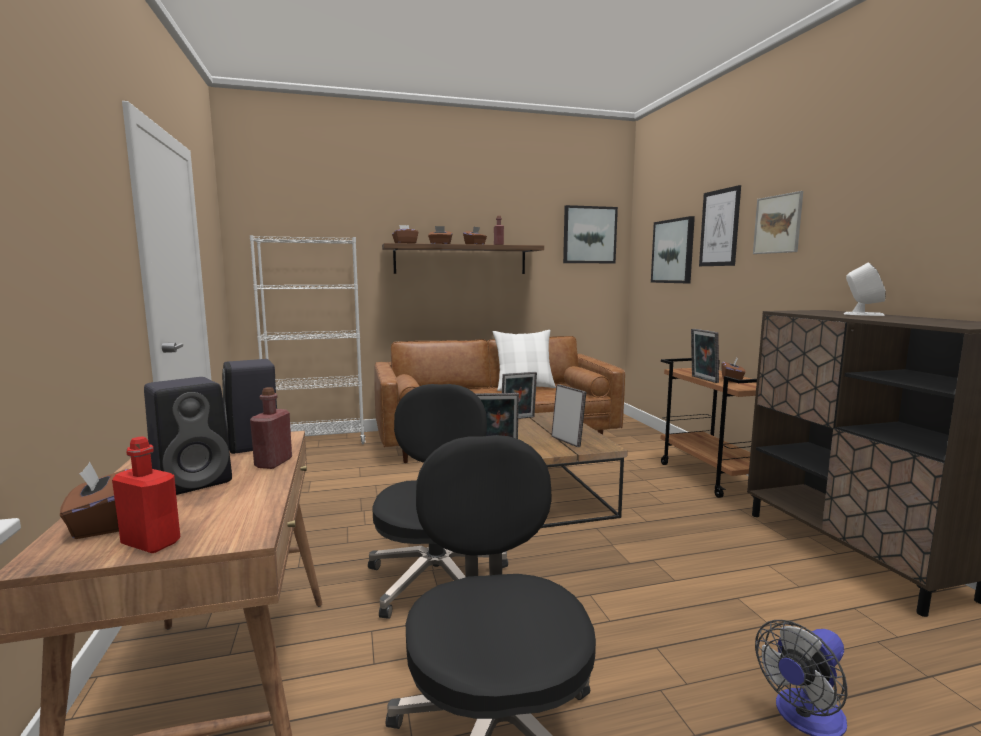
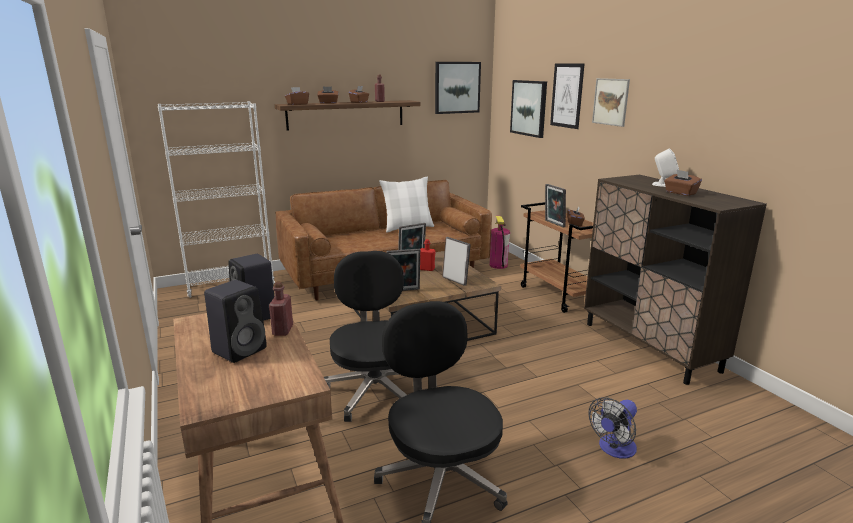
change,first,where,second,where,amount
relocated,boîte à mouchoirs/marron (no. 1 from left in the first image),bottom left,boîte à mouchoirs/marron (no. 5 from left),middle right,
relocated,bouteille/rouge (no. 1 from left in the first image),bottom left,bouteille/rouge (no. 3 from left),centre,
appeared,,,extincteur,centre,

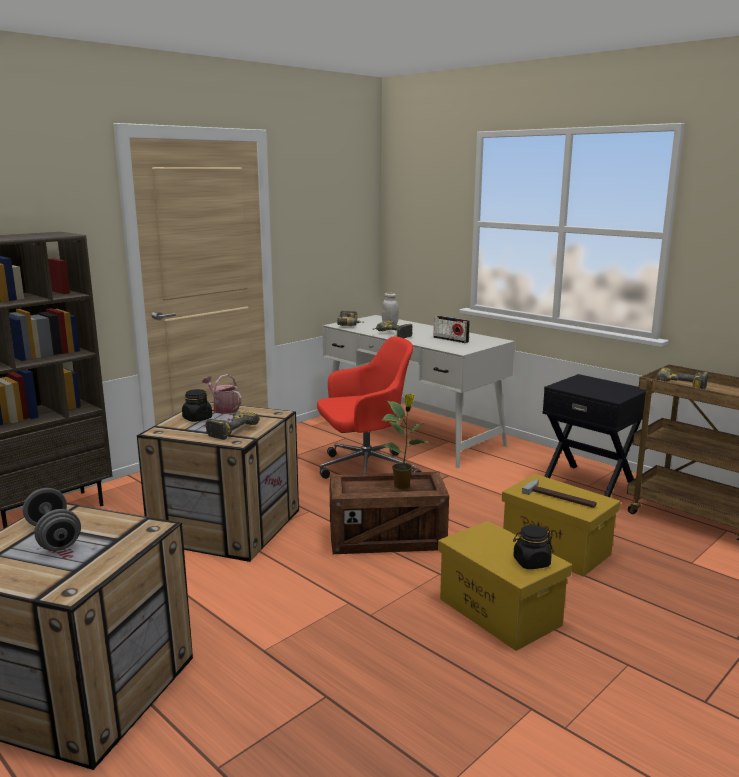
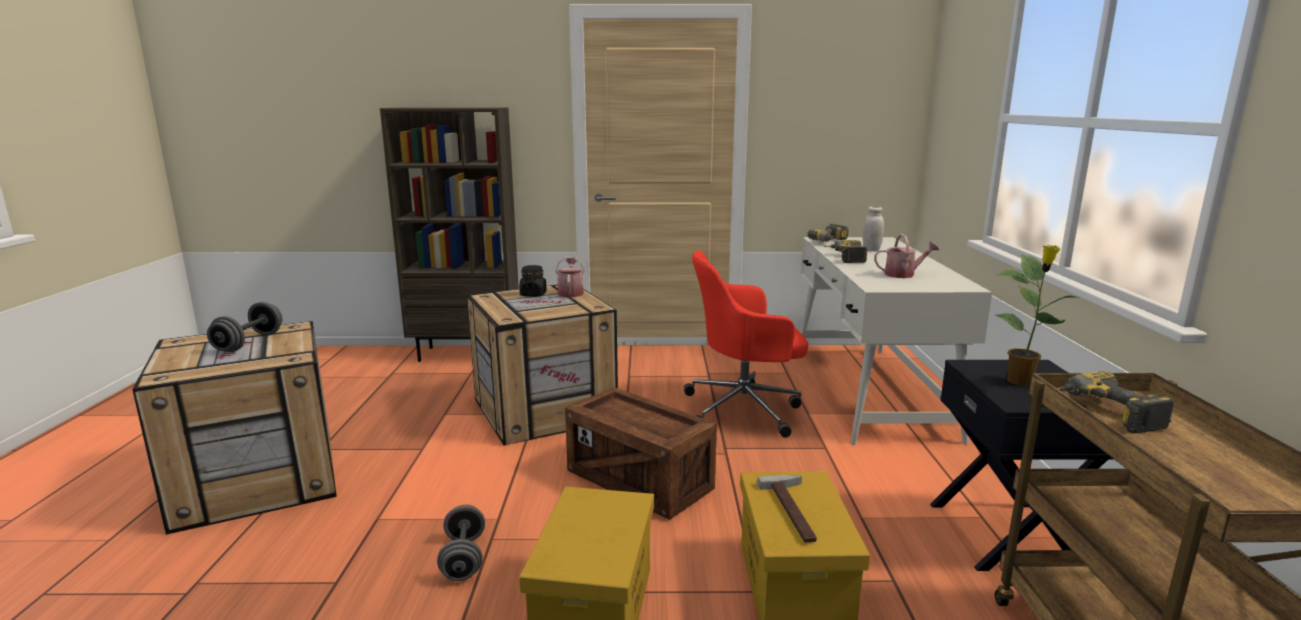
change,first,where,second,where,amount
missing,perceuse (no. 1 from left),middle left,,,
spun,chaise de bureau/rouge,centre,,centre,150 degrees clockwise
relocated,plante en pot,centre,,middle right,
exchanged,radio,centre,arrosoir (no. 2 from left),middle right,
missing,bocal/noir (no. 2 from left),bottom right,,,
appeared,,,haltère/gris (no. 2 from left),bottom centre,

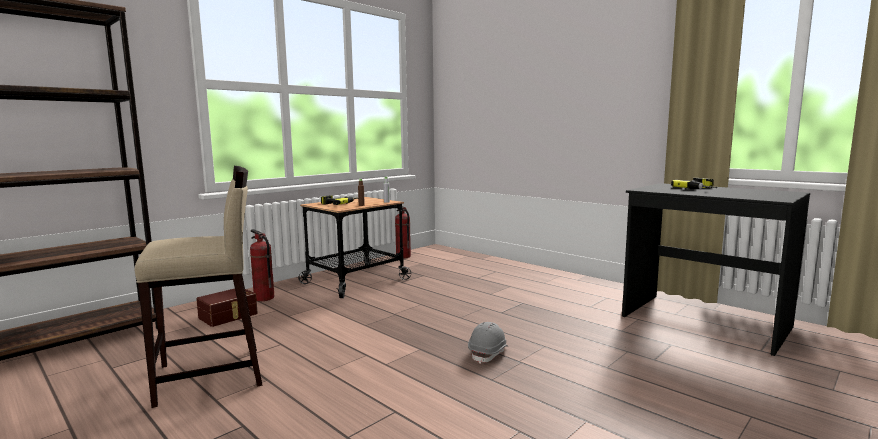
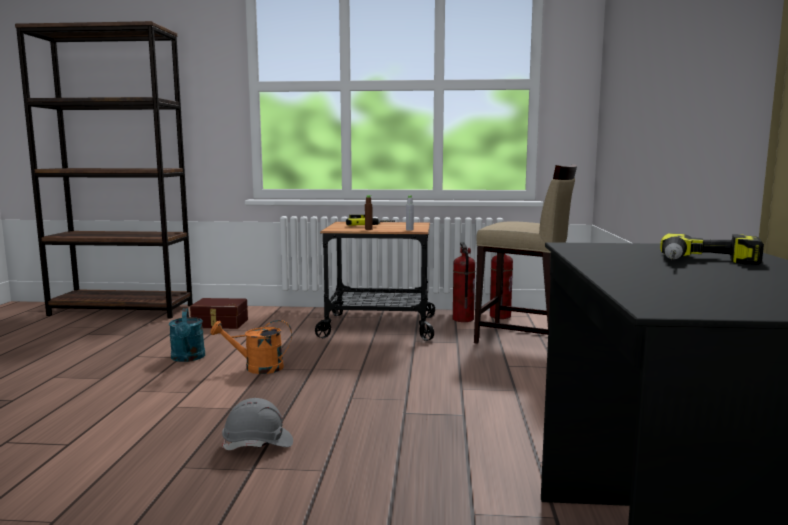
change,first,where,second,where,amount
relocated,tabouret/beige,middle left,,centre,
relocated,extincteur (no. 1 from left),middle left,,centre,
appeared,,,arrosoir/turquoise,middle left,
appeared,,,arrosoir/orange,middle left,

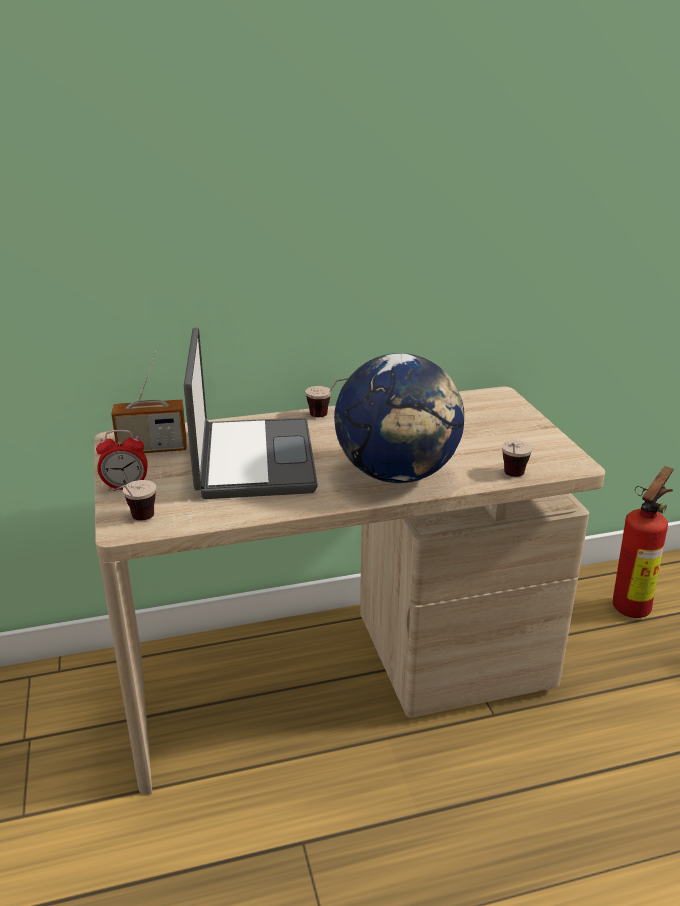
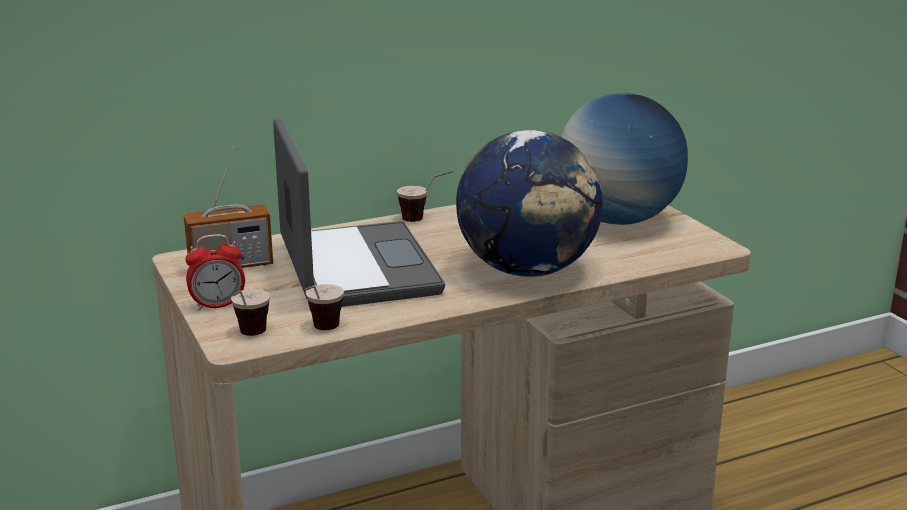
change,first,where,second,where,amount
relocated,tasse (no. 3 from left in the first image),middle right,tasse (no. 2 from left),centre,
missing,extincteur,middle right,,,
appeared,,,globe (no. 2 from left),top right,

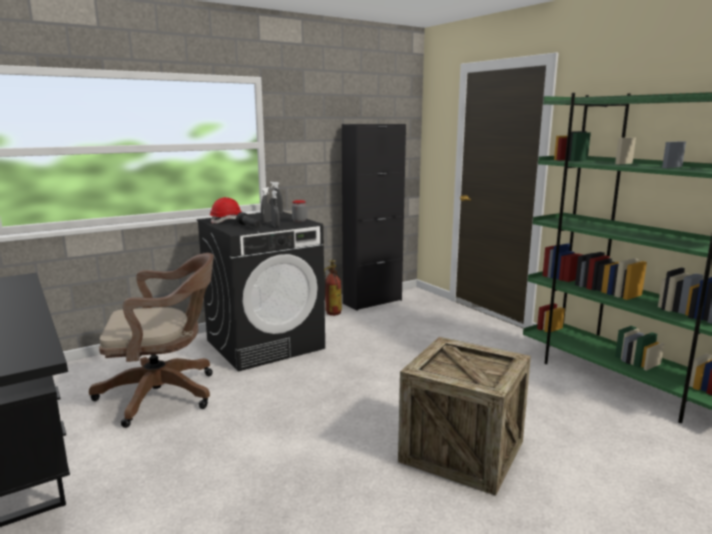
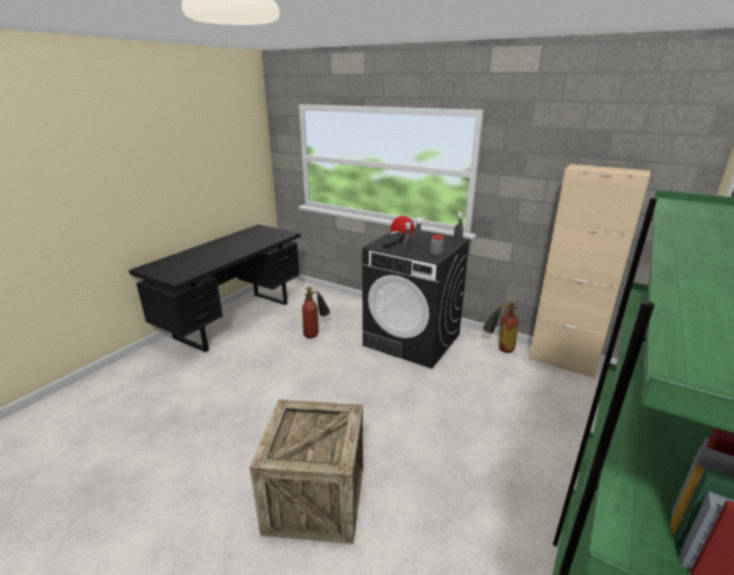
change,first,where,second,where,amount
exchanged,chaise de bureau/marron,middle left,extincteur (no. 1 from left),centre,
colour,meuble de rangement/noir,centre,meuble de rangement/beige,middle right,

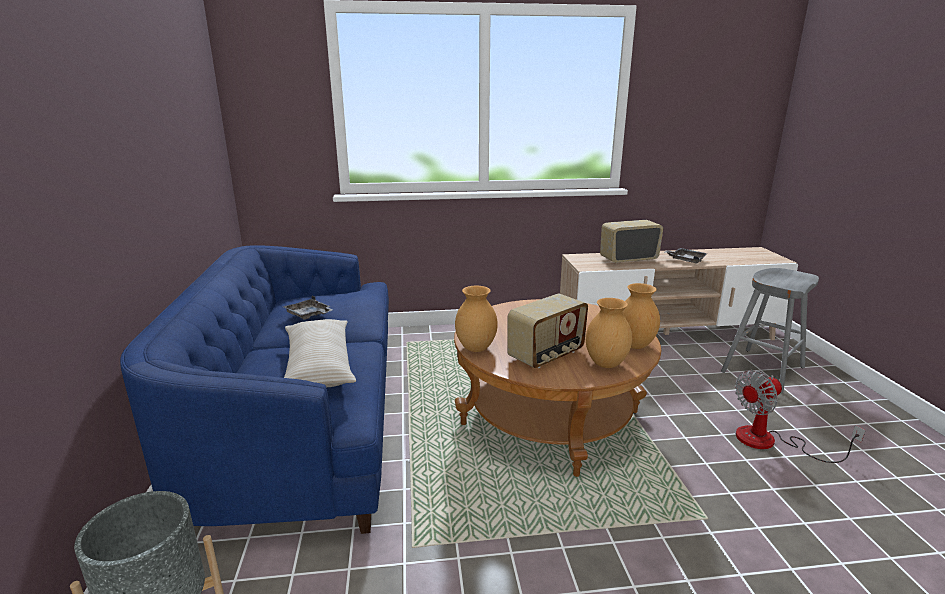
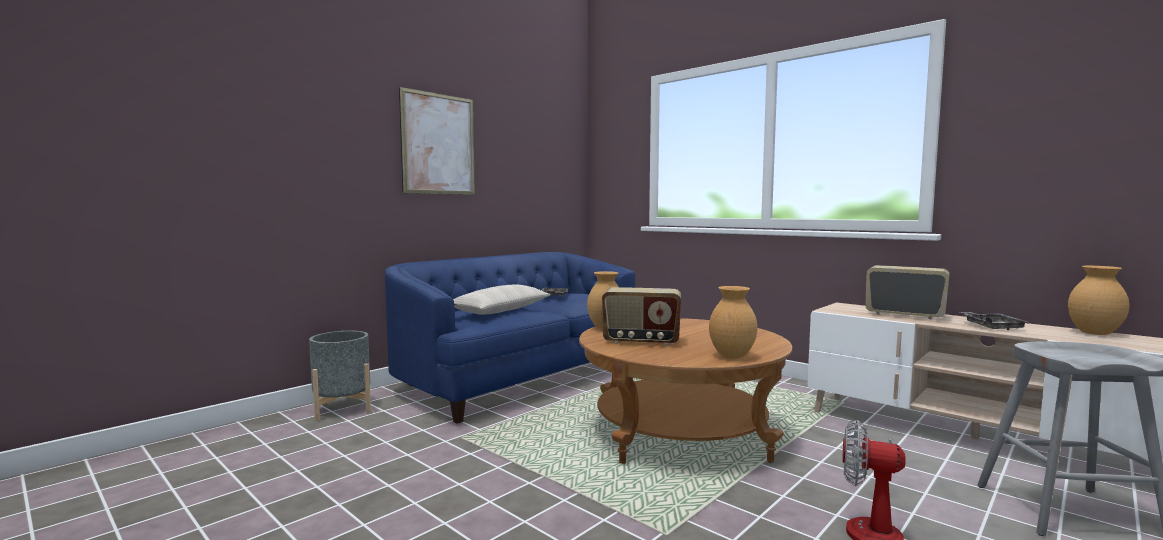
change,first,where,second,where,amount
relocated,vase/marron (no. 2 from left in the first image),centre,vase/marron (no. 3 from left),middle right,
appeared,,,tableau,top centre,

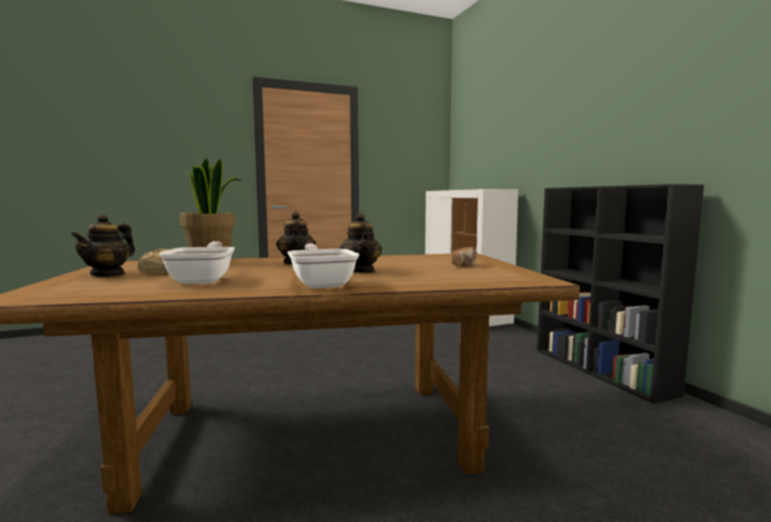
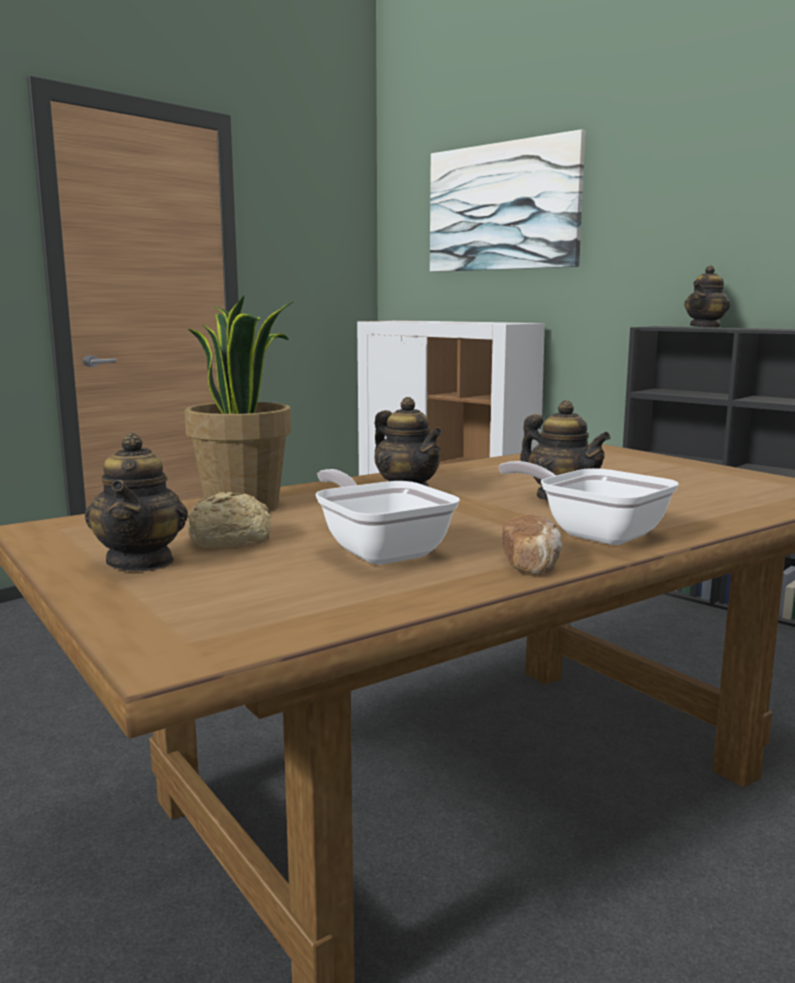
change,first,where,second,where,amount
relocated,pain (no. 2 from left),centre,,middle right,
appeared,,,tableau,top centre,
appeared,,,théière (no. 4 from left),top right,

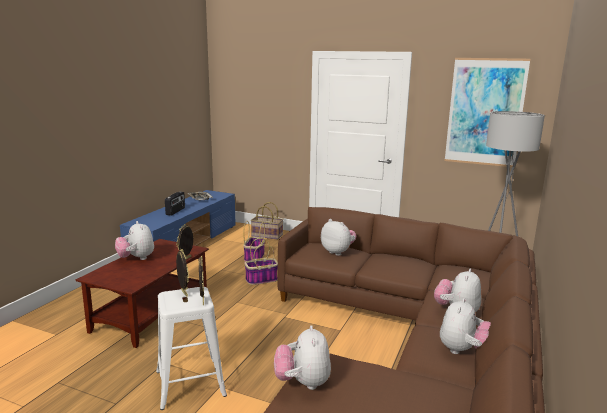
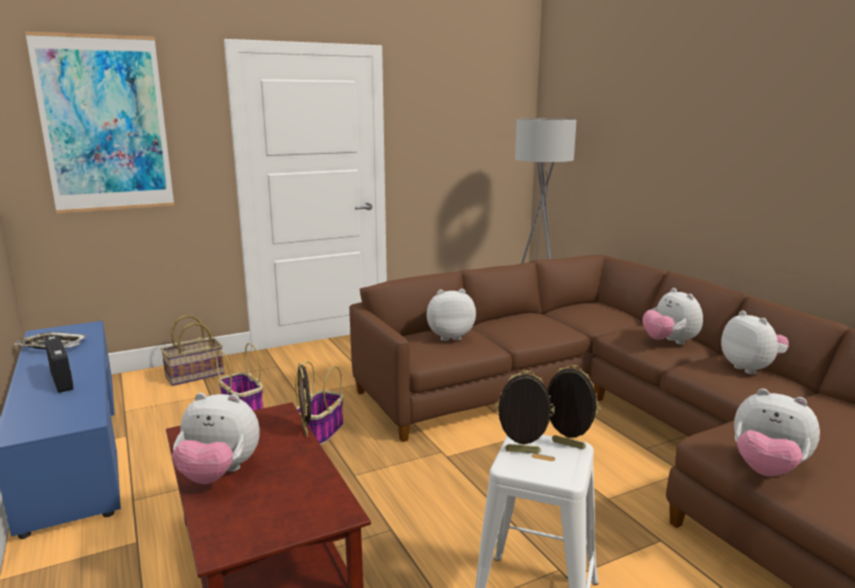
change,first,where,second,where,amount
relocated,tableau,top right,,top left,

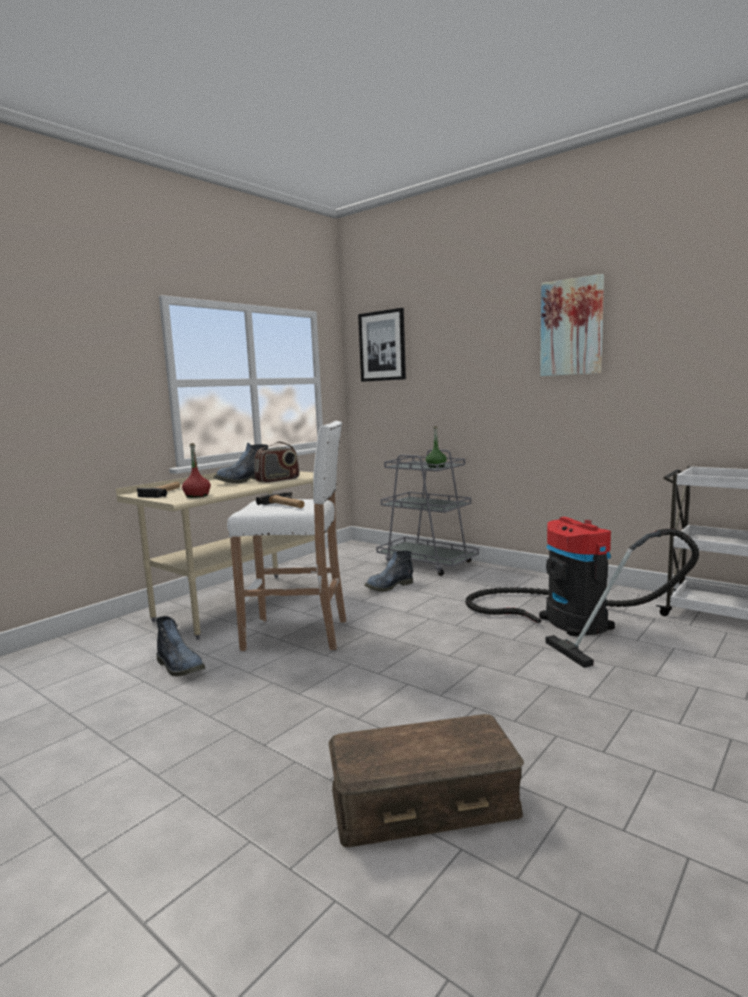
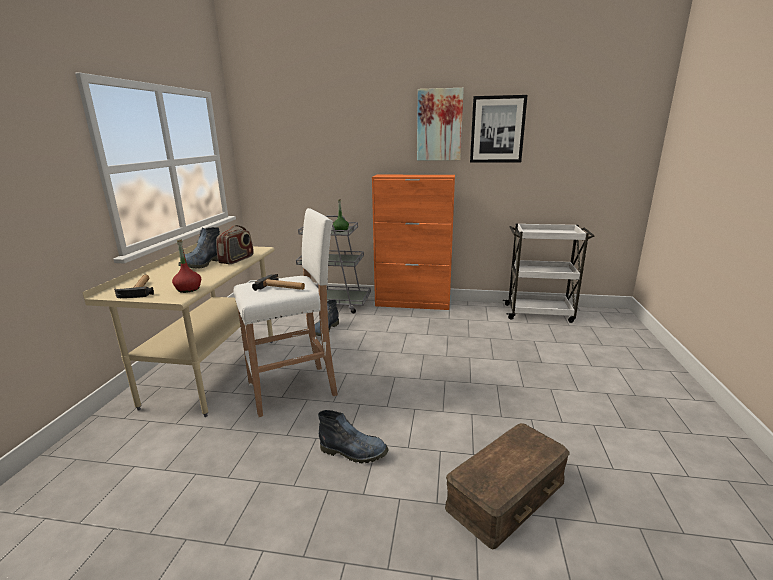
change,first,where,second,where,amount
relocated,botte (no. 1 from left in the first image),middle left,botte (no. 3 from left),bottom centre,
relocated,tableau (no. 1 from left in the first image),centre,tableau (no. 2 from left),top centre,
missing,aspirateur,middle right,,,
appeared,,,meuble de rangement/orange,centre,

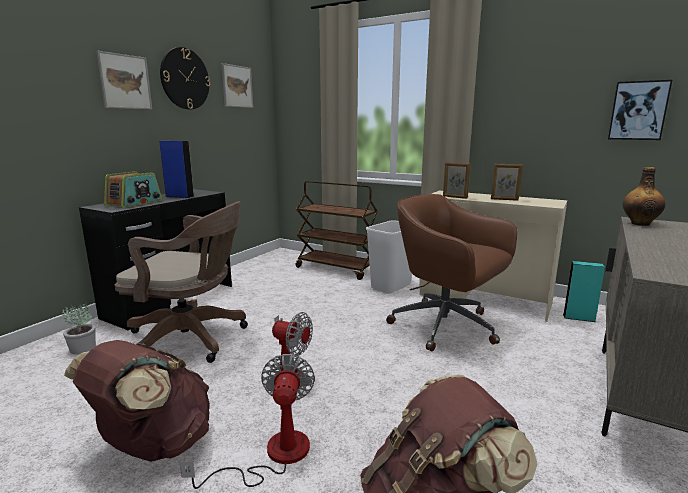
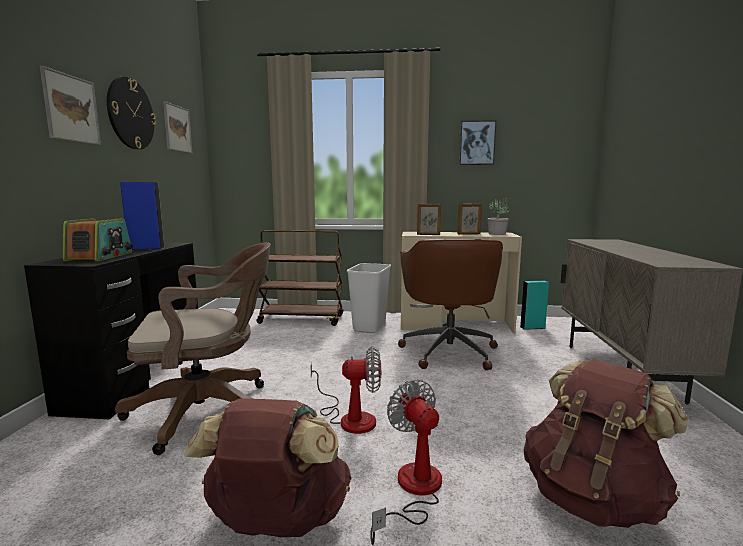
change,first,where,second,where,amount
relocated,plante en pot,bottom left,,middle right,
spun,chaise de bureau/marron (no. 2 from left),centre,,centre,105 degrees counterclockwise
relocated,tableau (no. 3 from left),top right,,top centre,
missing,bouteille,middle right,,,

